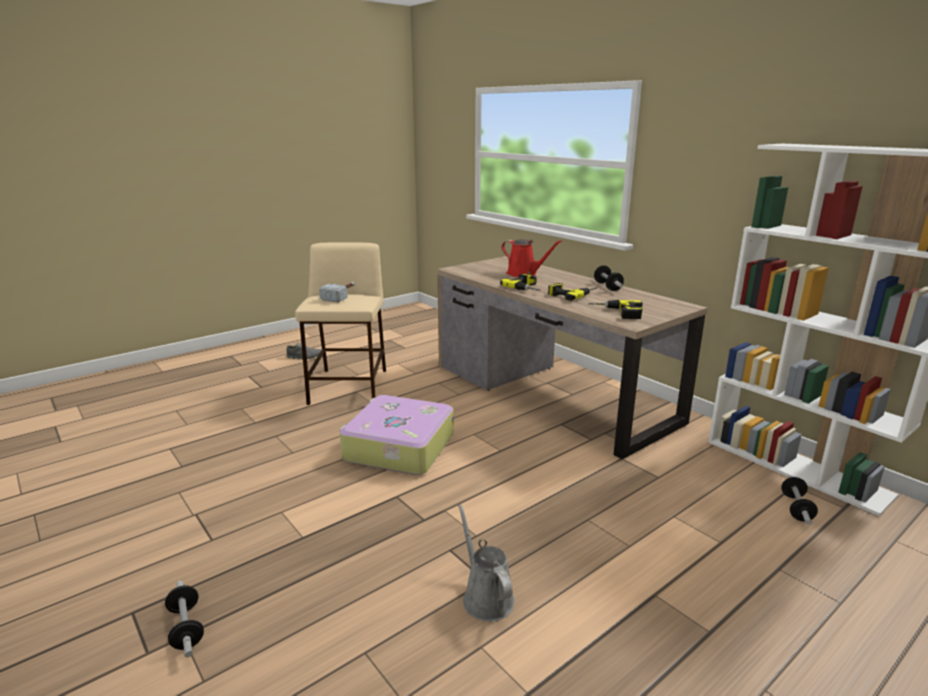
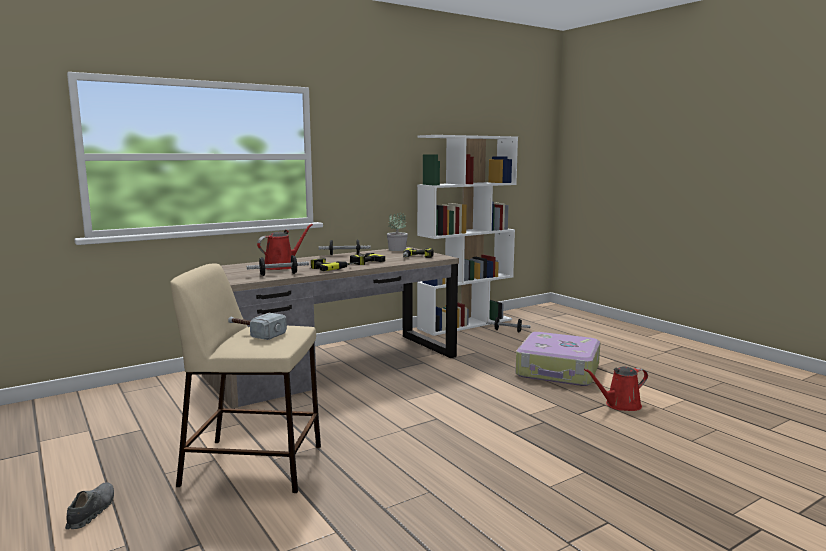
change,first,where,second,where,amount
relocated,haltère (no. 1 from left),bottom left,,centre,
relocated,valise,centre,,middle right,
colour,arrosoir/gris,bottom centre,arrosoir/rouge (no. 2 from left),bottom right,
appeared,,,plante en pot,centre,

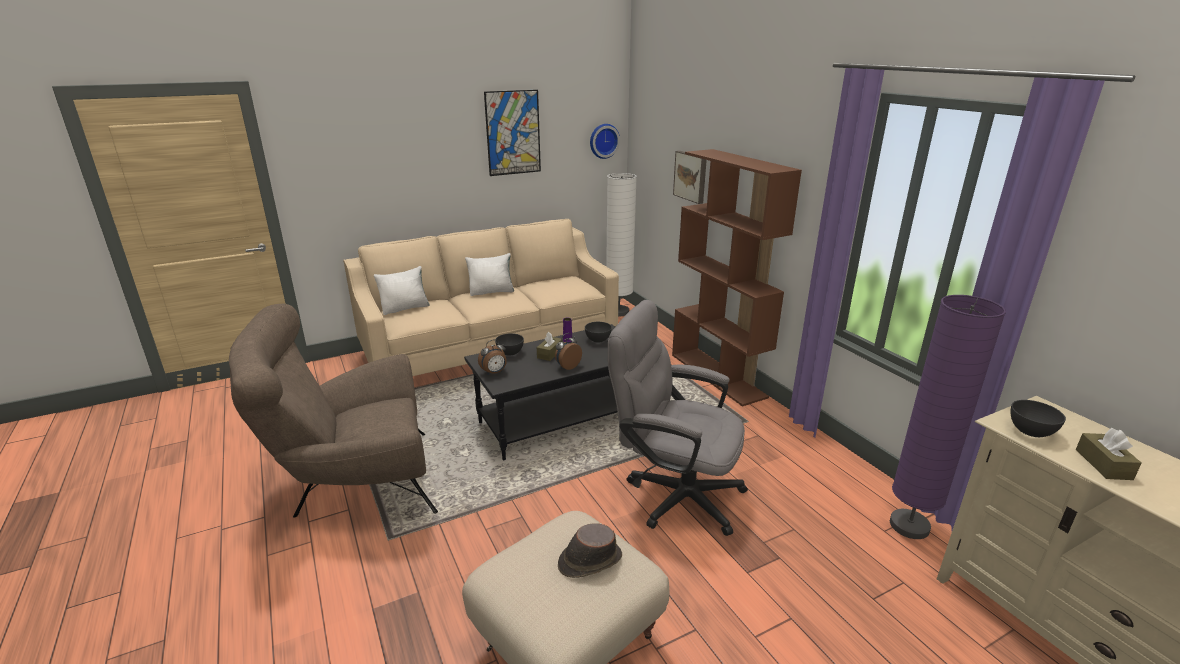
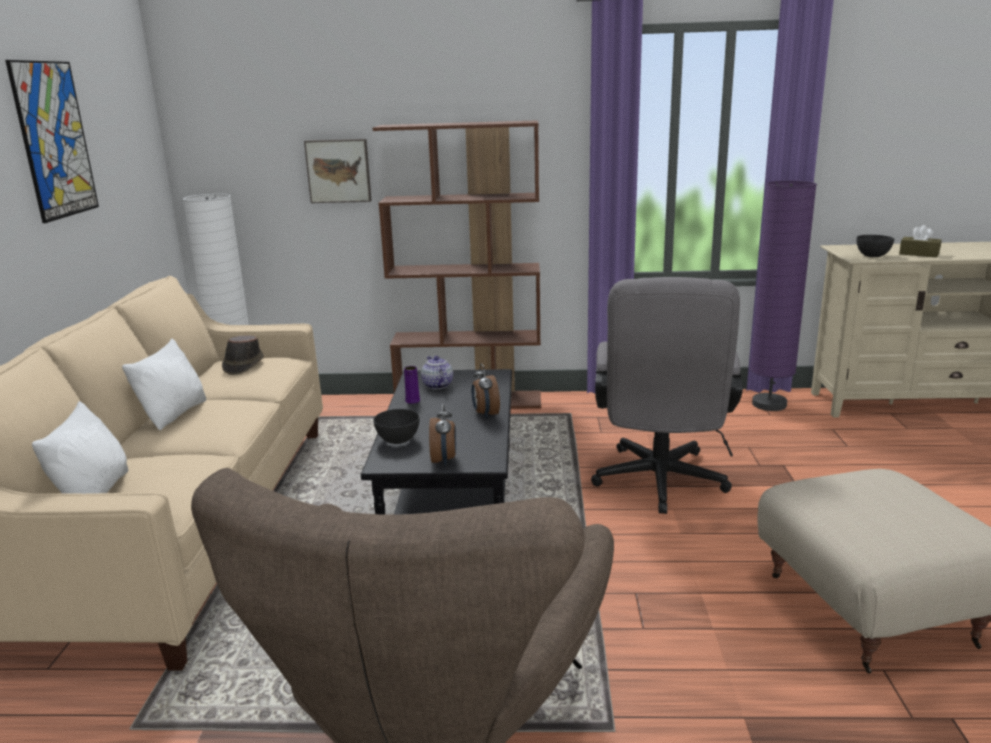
change,first,where,second,where,amount
missing,boîte à mouchoirs/marron (no. 1 from left),centre,,,
relocated,chapeau/marron,bottom centre,,middle left,
exchanged,bol/gris (no. 2 from left),centre,théière,centre,
missing,horloge murale,top centre,,,
spun,chaise de bureau/gris,centre,,middle right,45 degrees counterclockwise

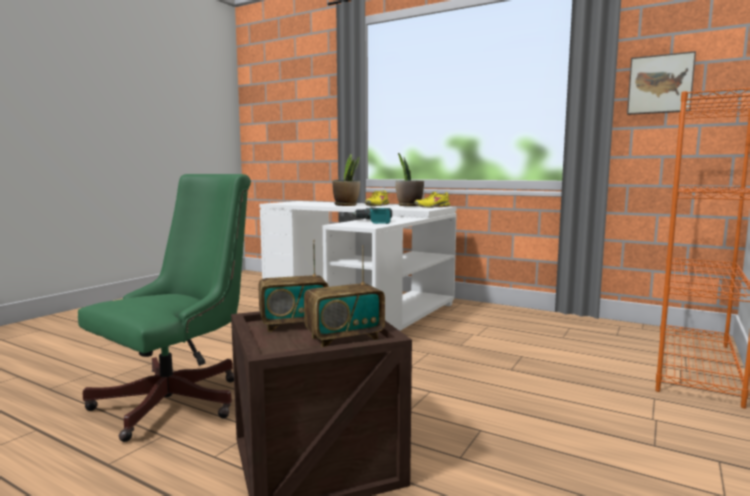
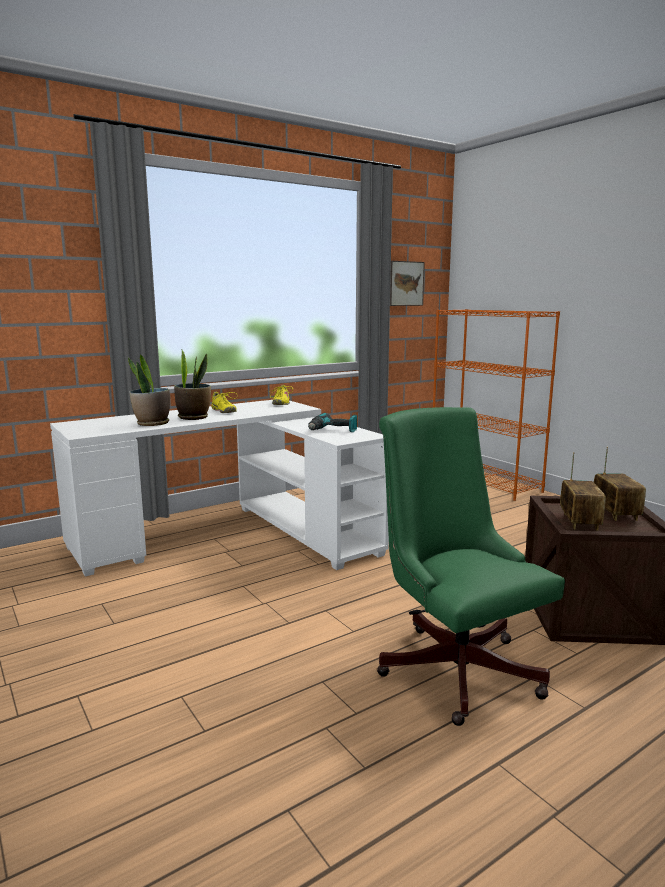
change,first,where,second,where,amount
relocated,plante en pot (no. 2 from left in the first image),centre,plante en pot (no. 1 from left),middle left,

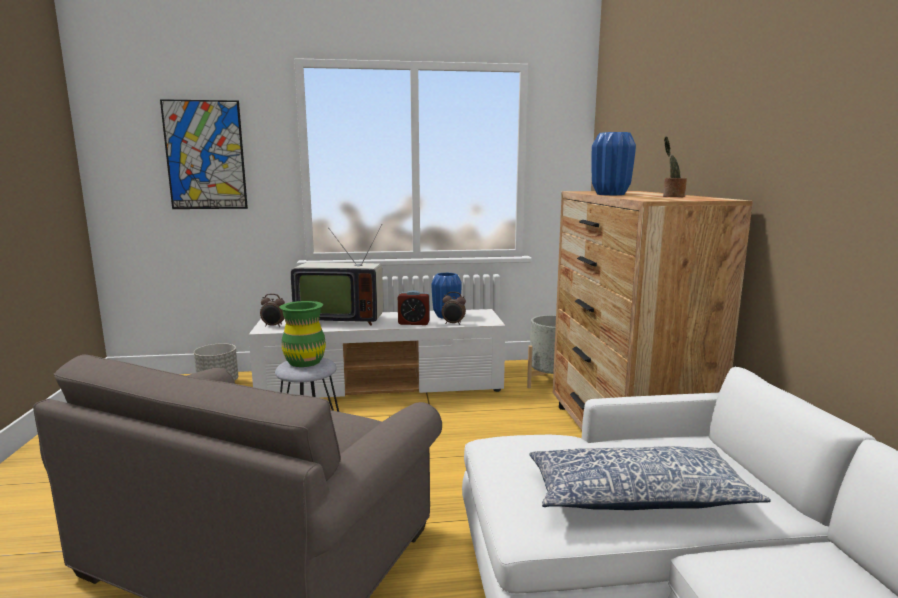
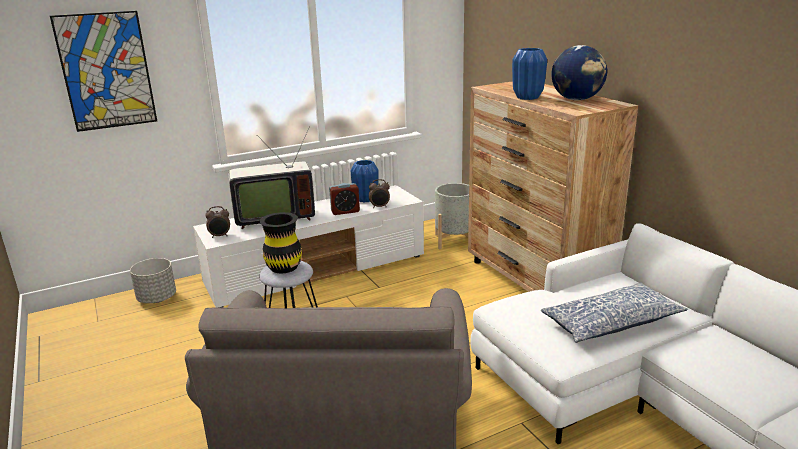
change,first,where,second,where,amount
colour,vase/vert,centre,vase/noir,centre,
exchanged,plante en pot,top right,globe,top right,

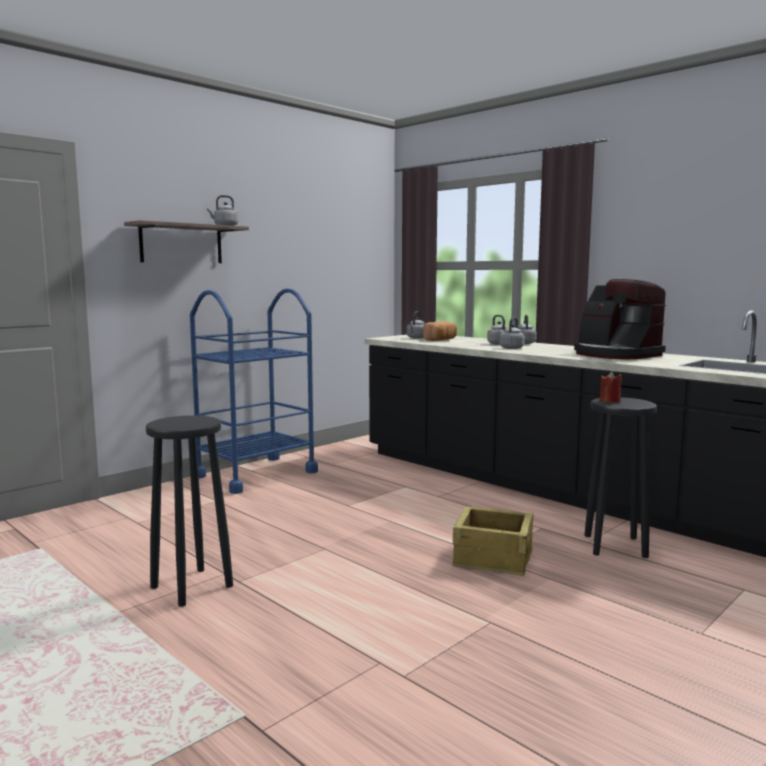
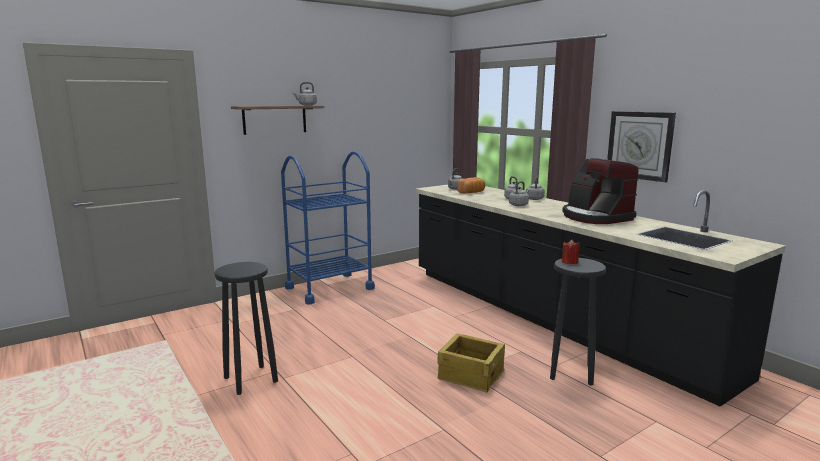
change,first,where,second,where,amount
appeared,,,horloge murale,top right,

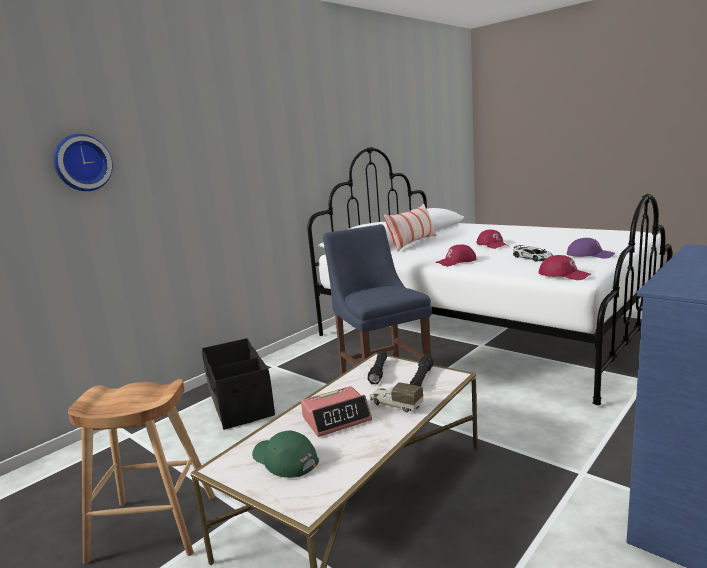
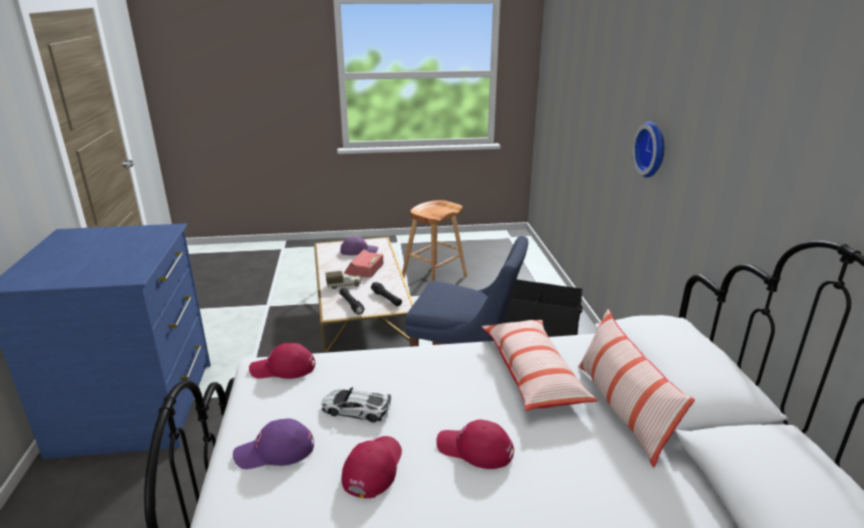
change,first,where,second,where,amount
relocated,horloge murale,top left,,top right,
colour,casquette/vert,bottom centre,casquette/violet (no. 2 from left),centre,
relocated,casquette/rouge (no. 1 from left in the first image),centre,casquette/rouge (no. 2 from left),bottom centre,
appeared,,,coussin (no. 1 from left),bottom centre,

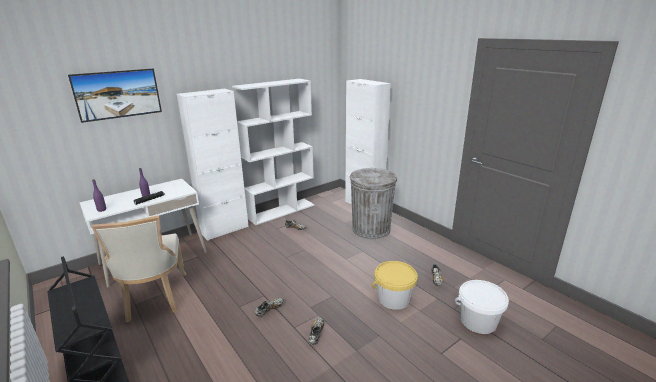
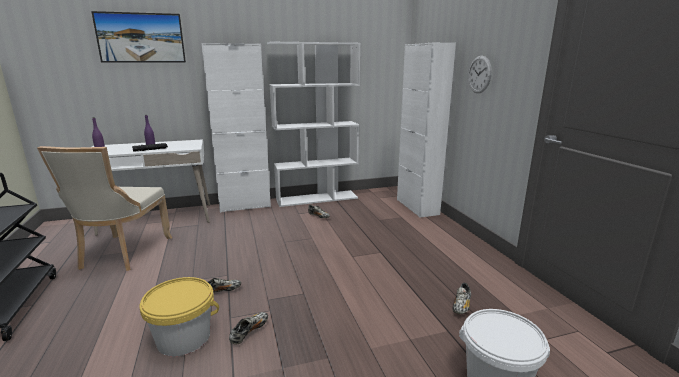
change,first,where,second,where,amount
missing,poubelle/gris,centre,,,
relocated,seau/jaune,bottom centre,,bottom left,
appeared,,,horloge murale,top right,

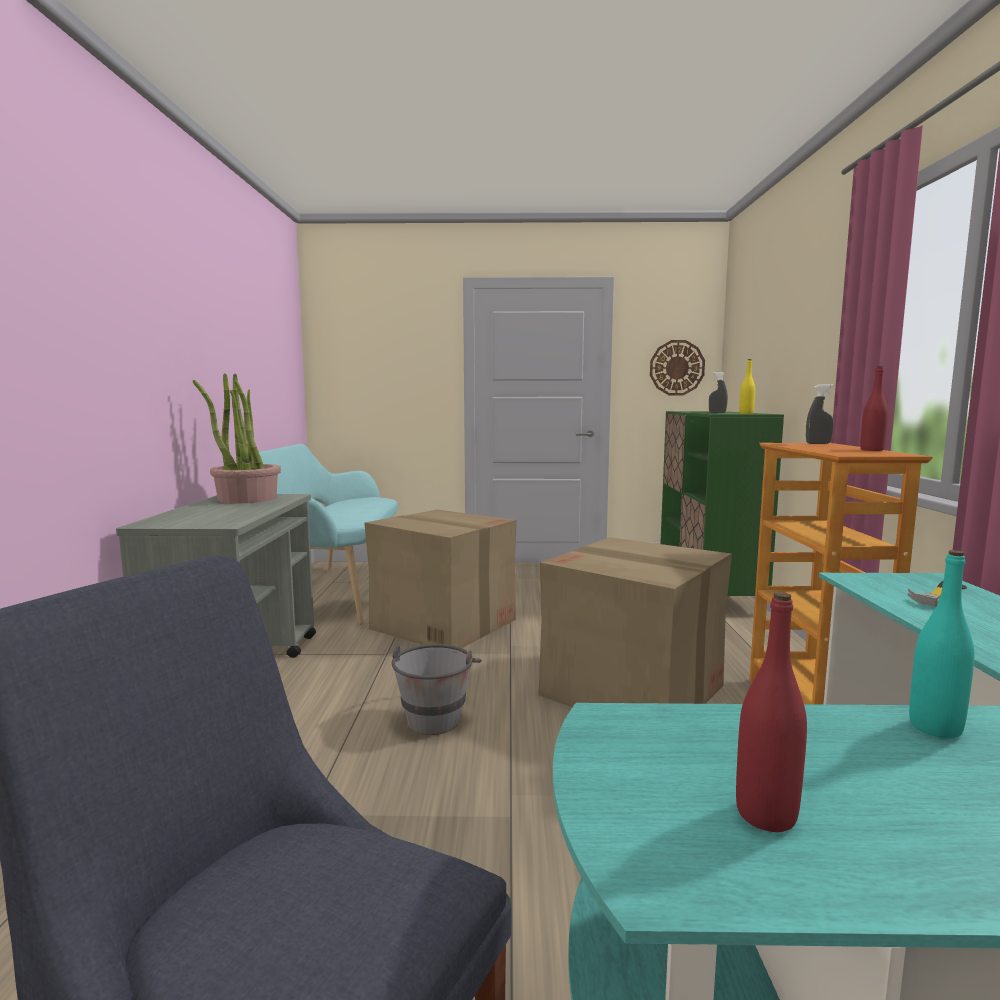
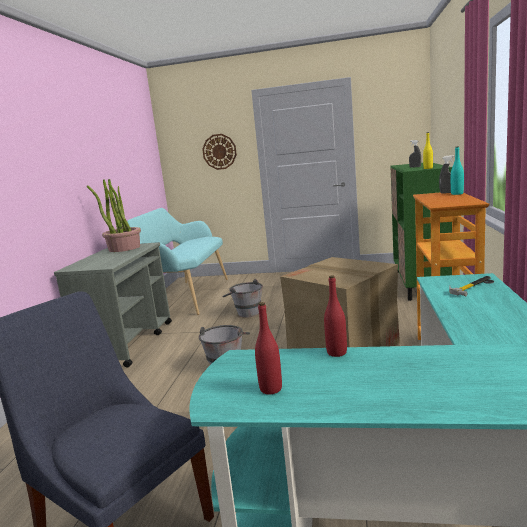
change,first,where,second,where,amount
exchanged,carton (no. 1 from left),centre,seau/gris (no. 2 from left),centre,
relocated,horloge murale,middle right,,top centre,
relocated,bouteille/rouge (no. 2 from left),middle right,,centre,
relocated,bouteille/turquoise,middle right,,top right,

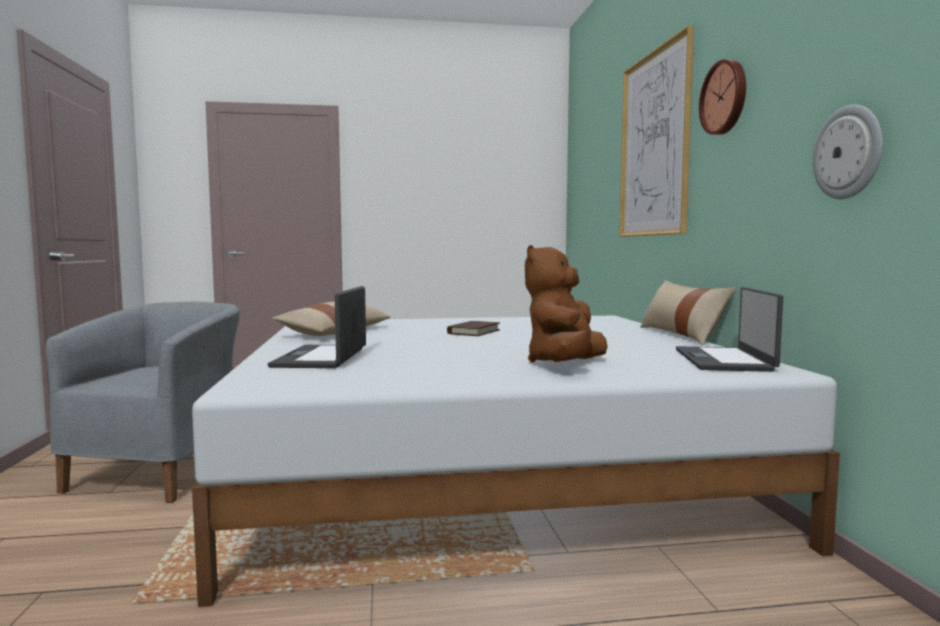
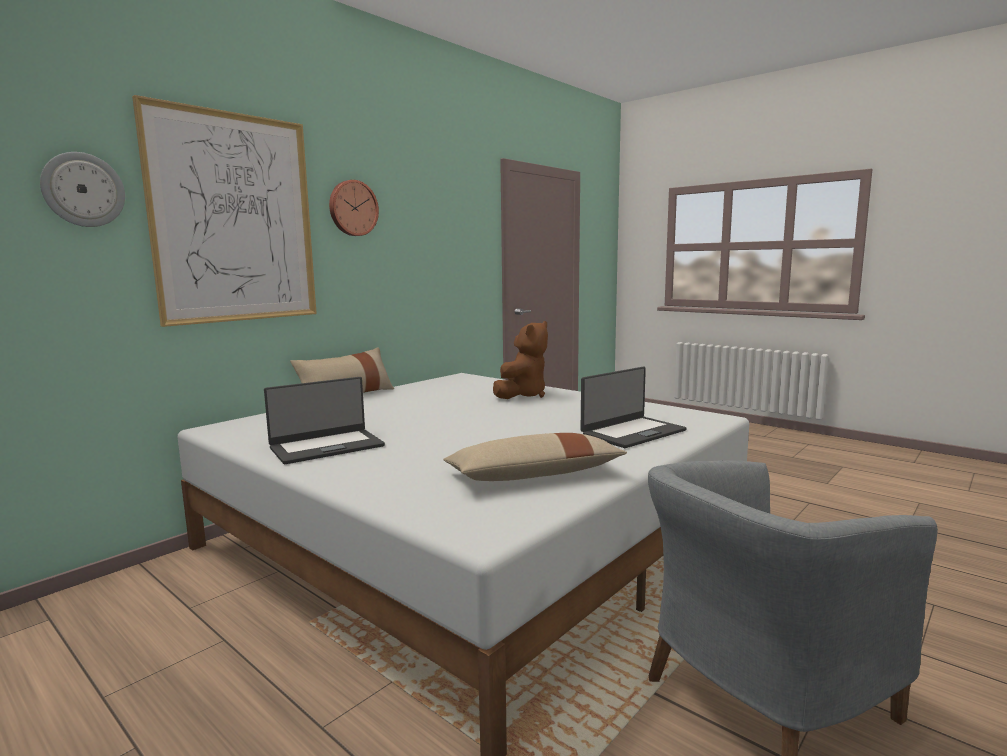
change,first,where,second,where,amount
missing,livre/marron,centre,,,
spun,peluche/marron,centre,,centre,45 degrees counterclockwise
relocated,ordinateur portable (no. 2 from left in the first image),middle right,ordinateur portable (no. 1 from left),middle left,
relocated,horloge murale (no. 2 from left in the first image),top right,horloge murale (no. 1 from left),top left,

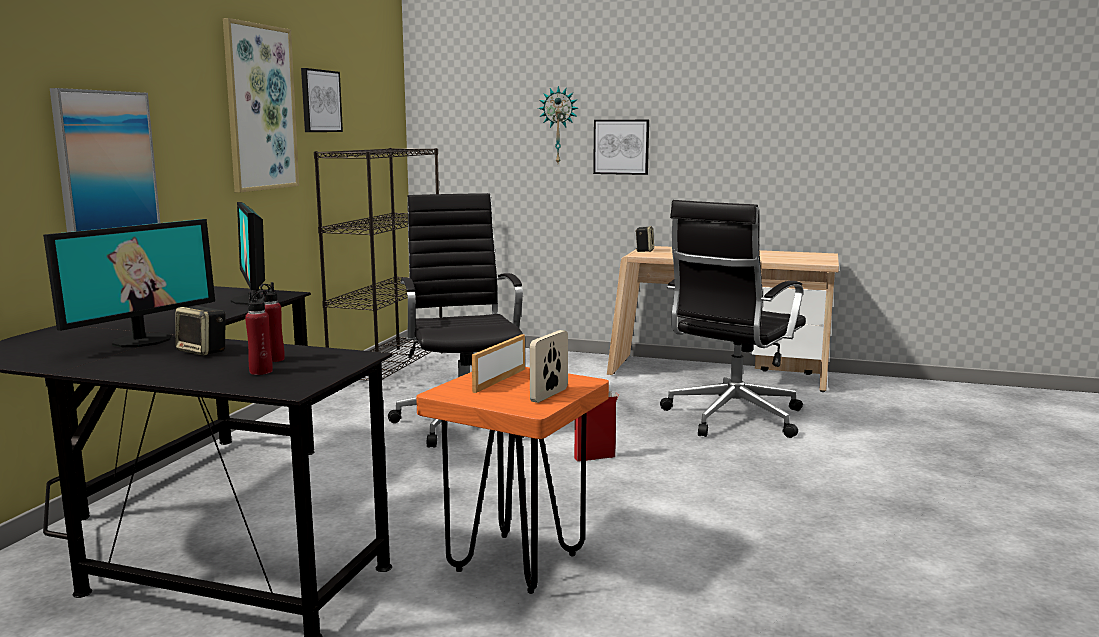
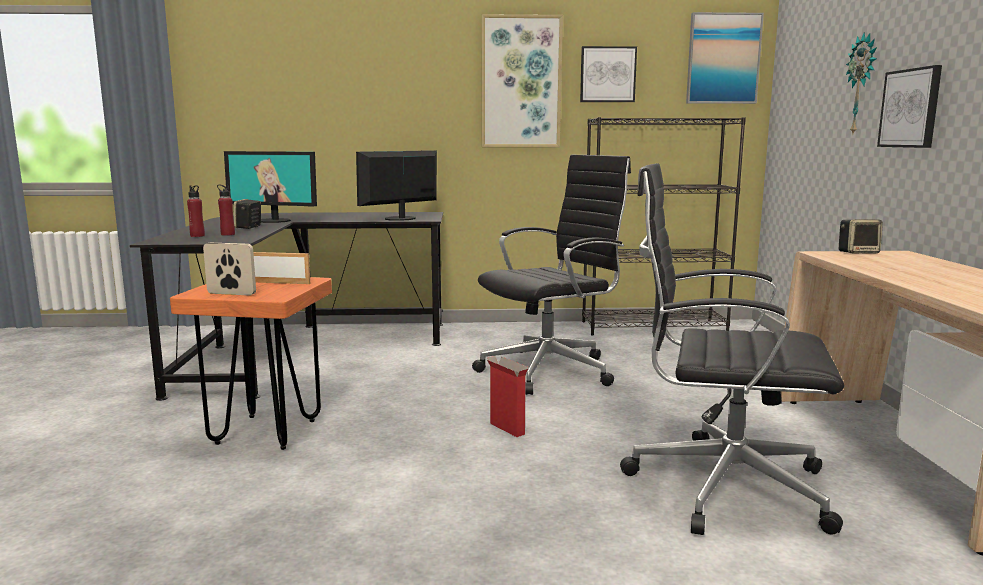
change,first,where,second,where,amount
relocated,tableau (no. 1 from left in the first image),top left,tableau (no. 3 from left),top right,

